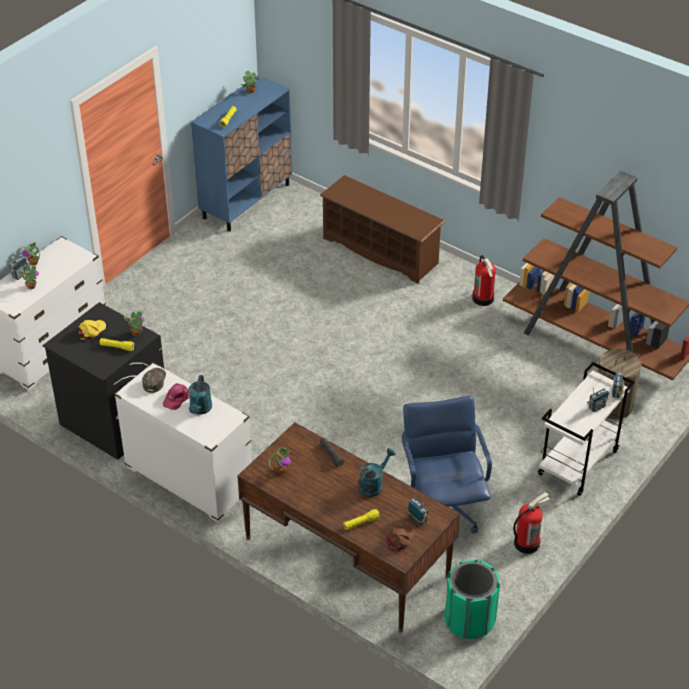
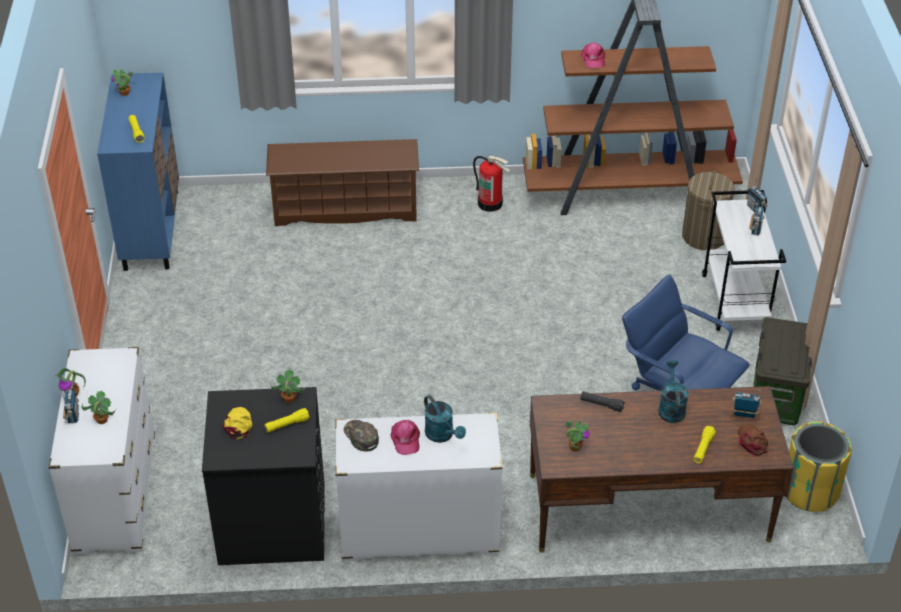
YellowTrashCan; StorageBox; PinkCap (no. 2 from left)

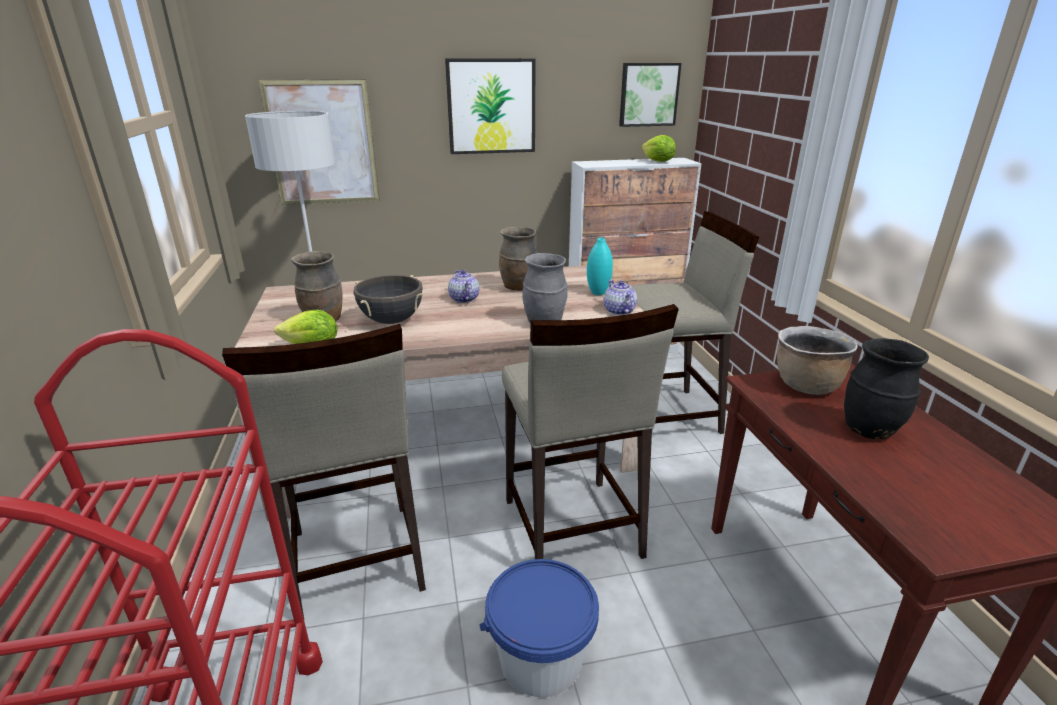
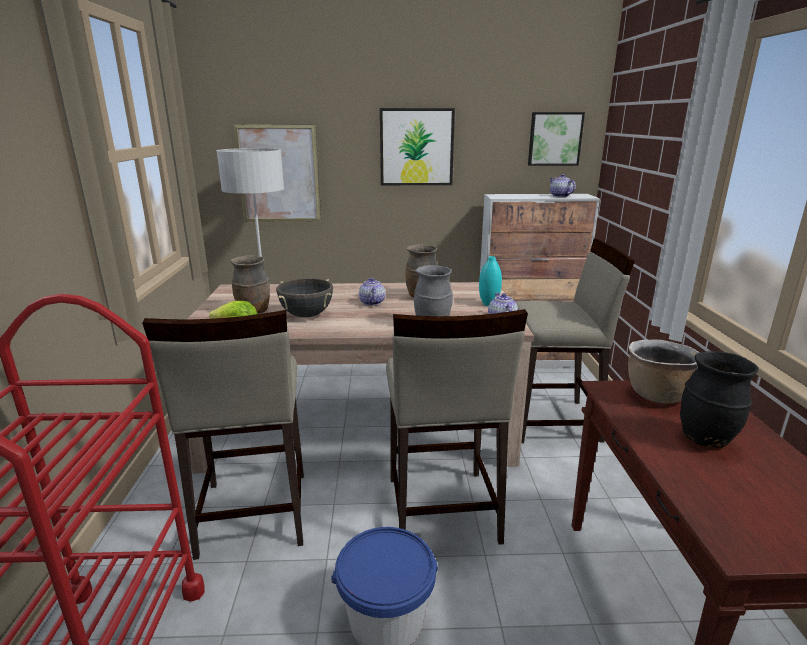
Teapot (no. 3 from left)

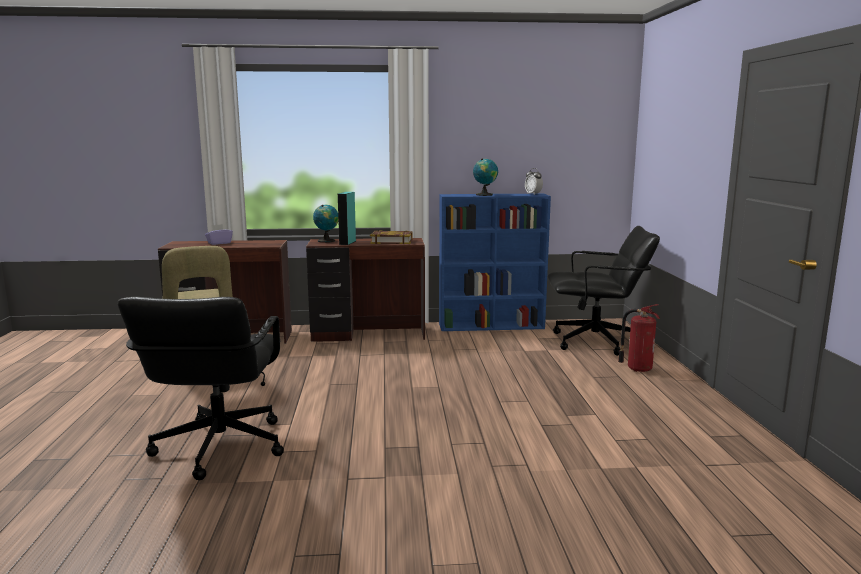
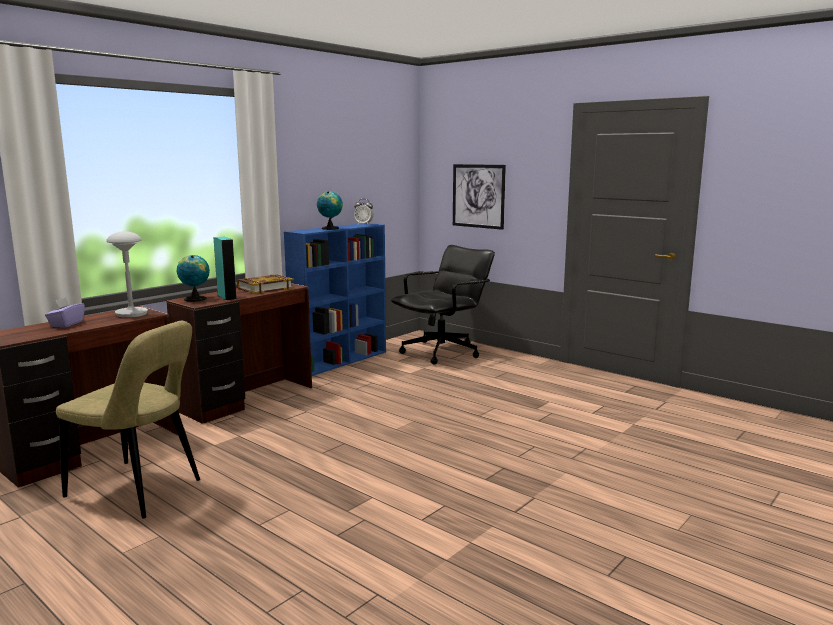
BlackOfficeChair (no. 1 from left in the first image); FireExtinguisher; GreyTableLamp; Picture

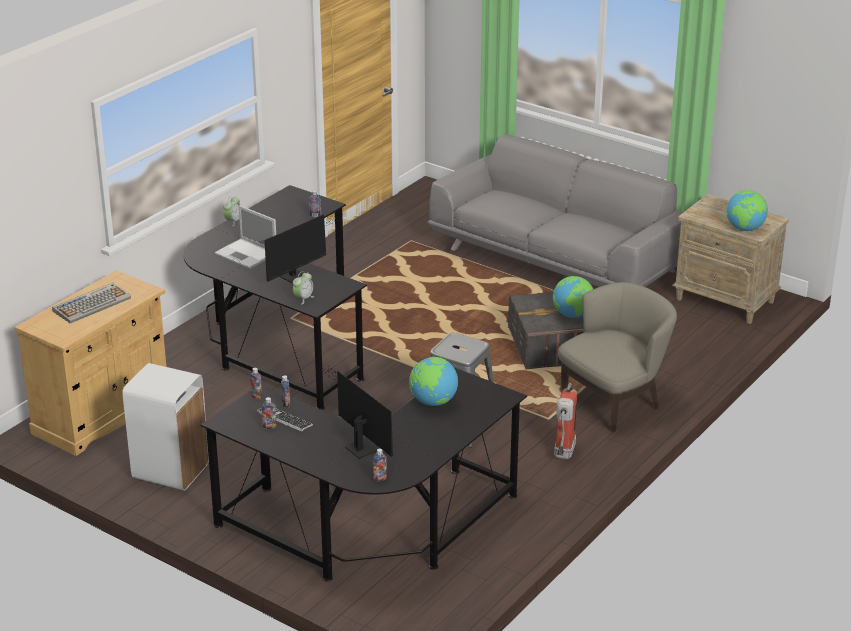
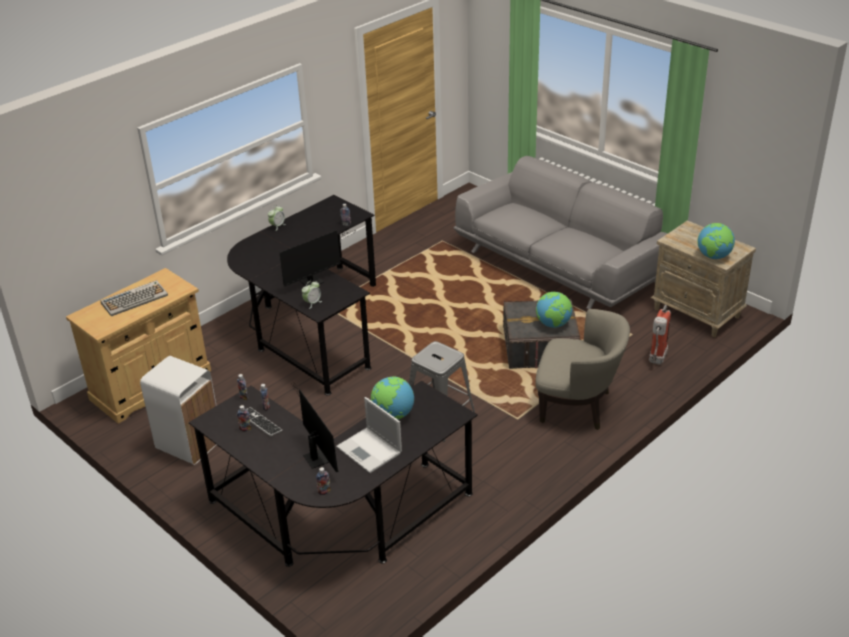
Laptop; FireExtinguisher; BeigeArmchair

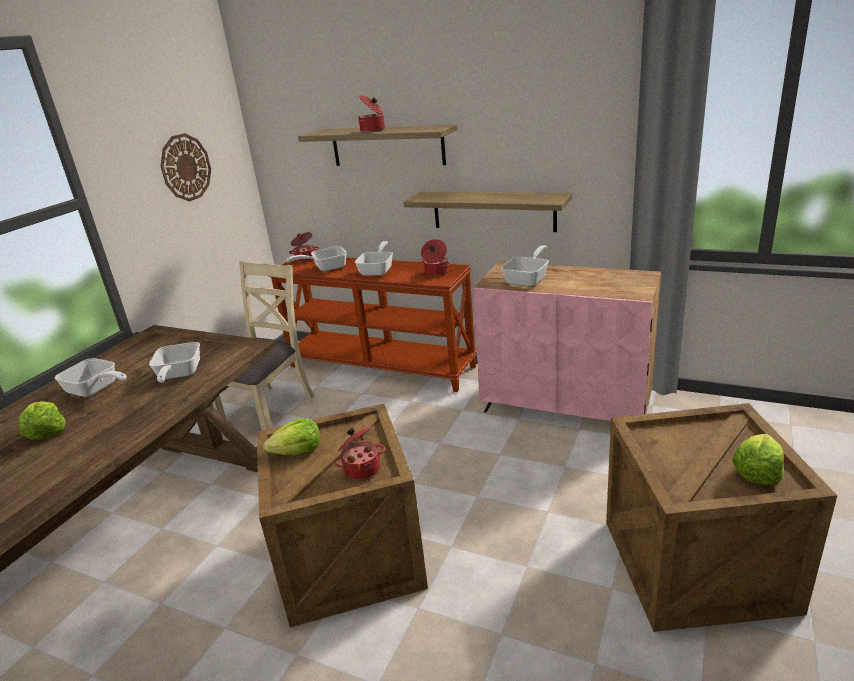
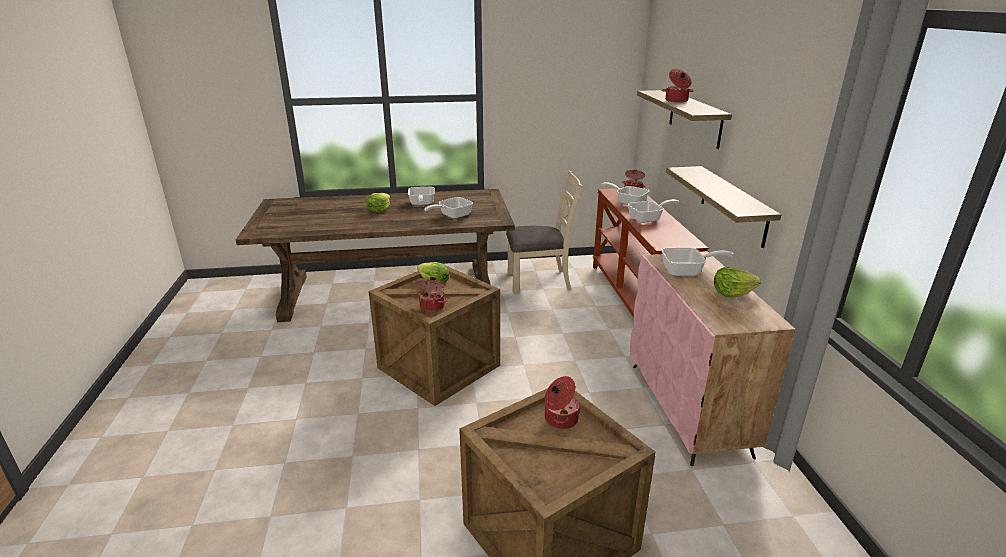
WallClock; CookingPot (no. 2 from left); Lettuce (no. 3 from left)

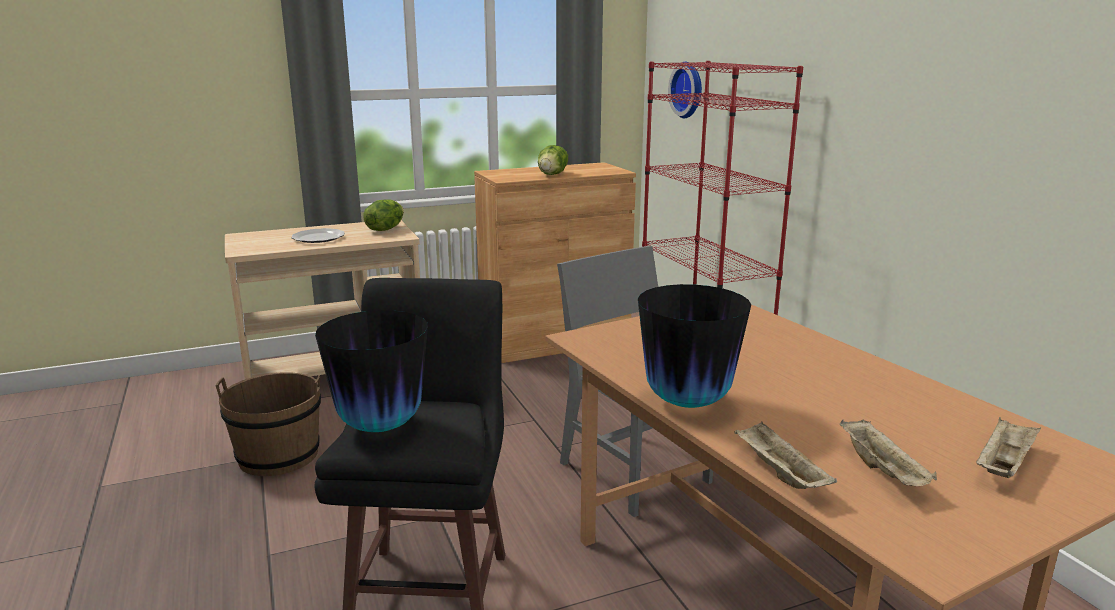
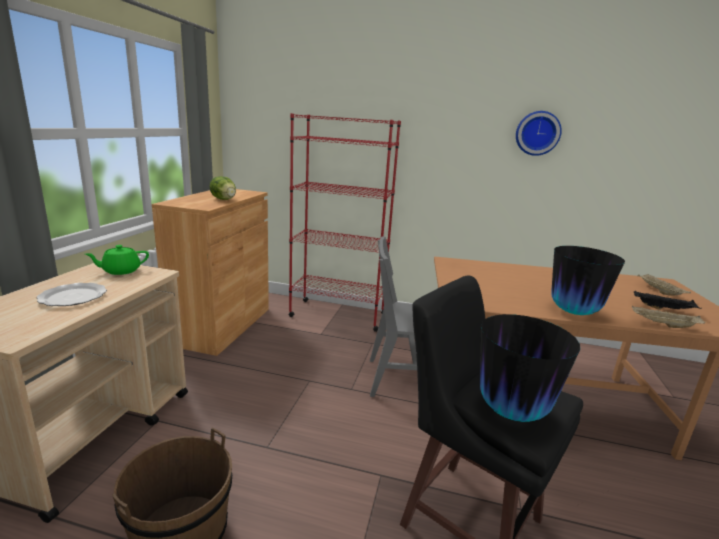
GreenTeapot; WallClock; BlackTray

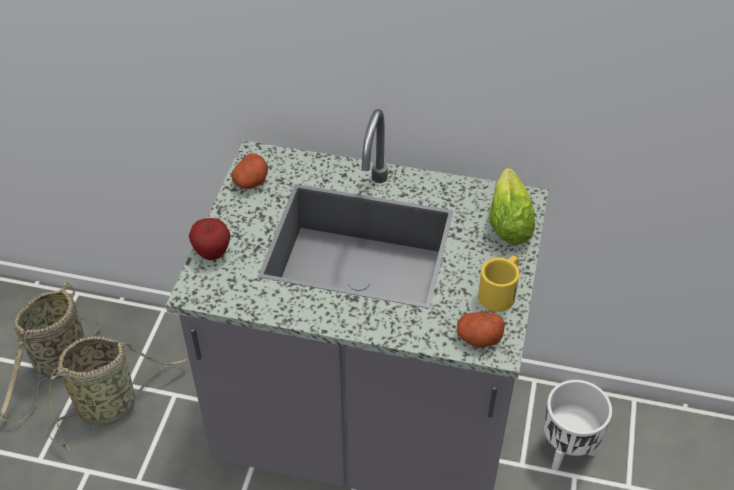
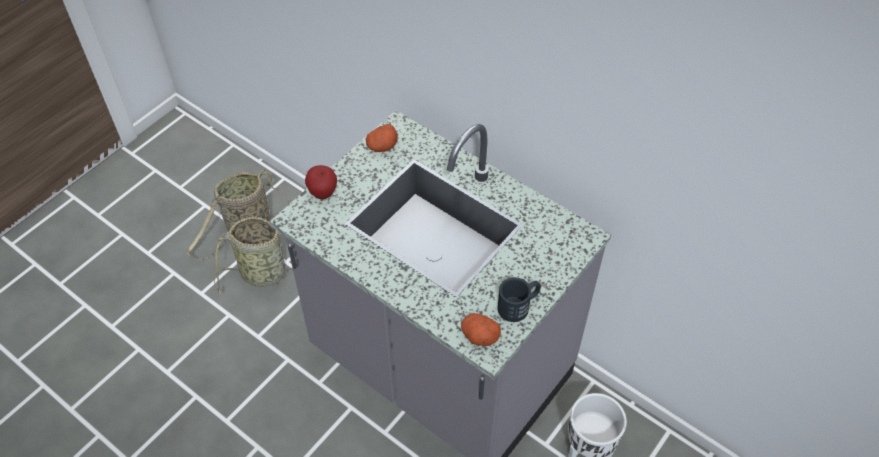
BlackMug; Lettuce

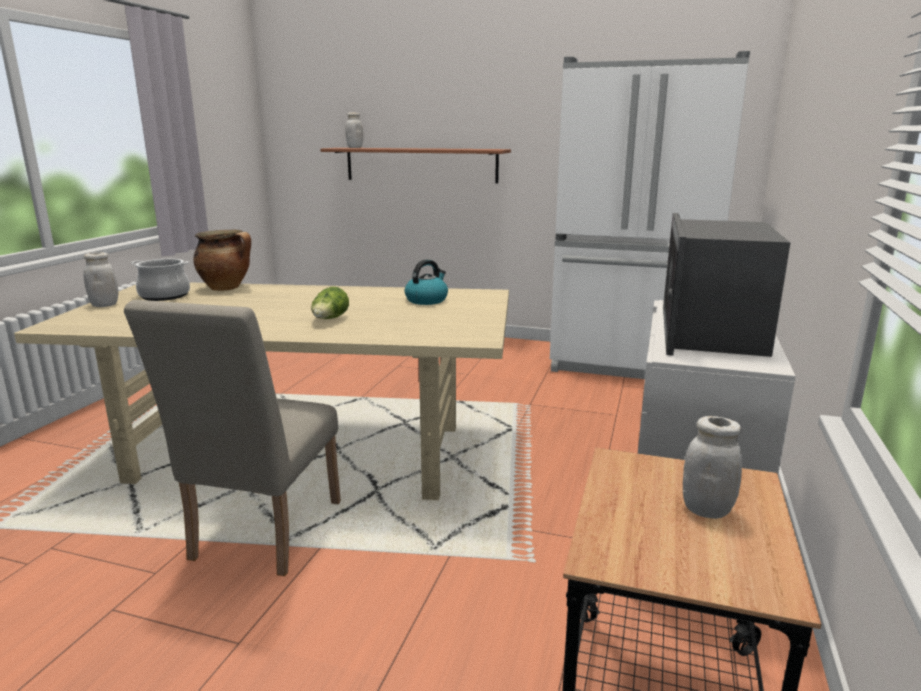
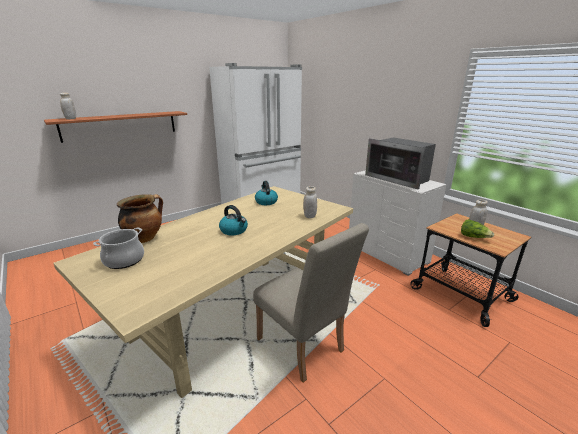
WhiteJar (no. 2 from left); Lettuce; Kettle (no. 1 from left)

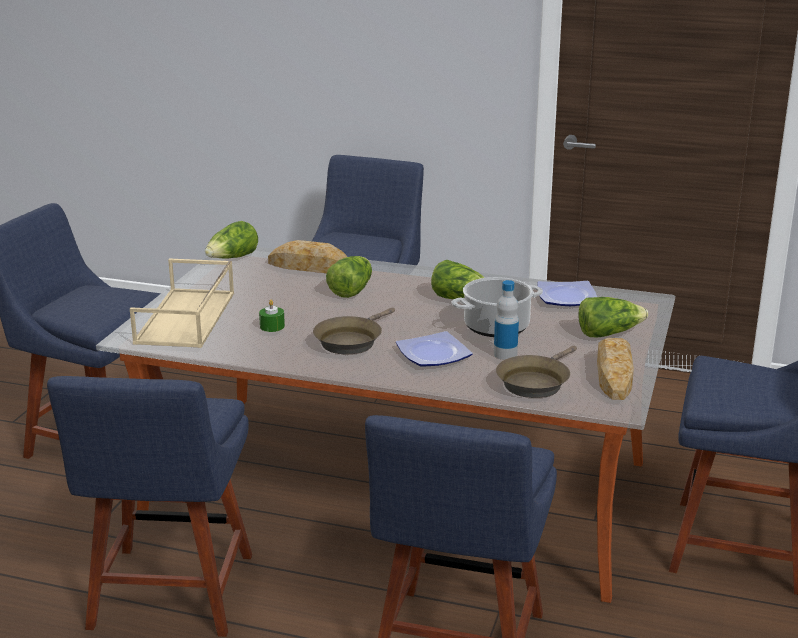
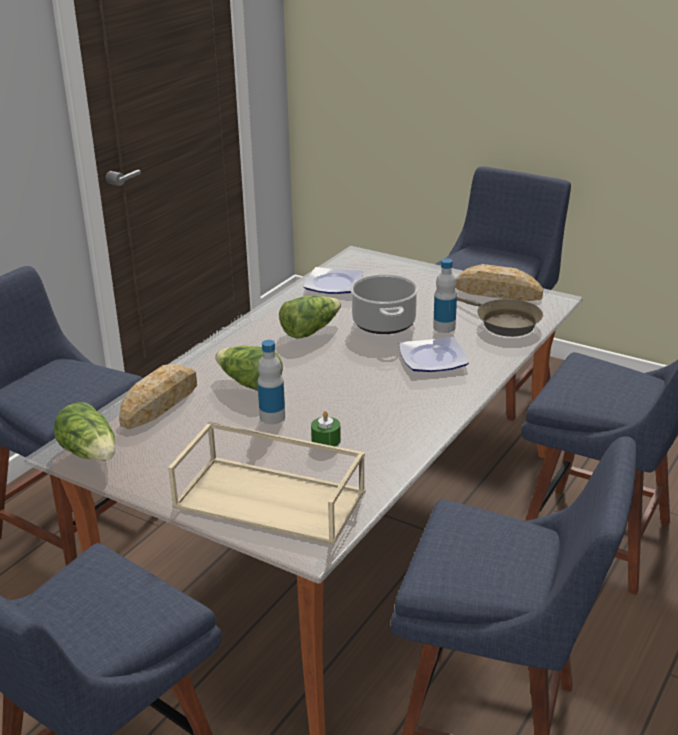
BrownFryingPan (no. 1 from left in the first image); Lettuce (no. 4 from left in the first image); Bottle (no. 1 from left)

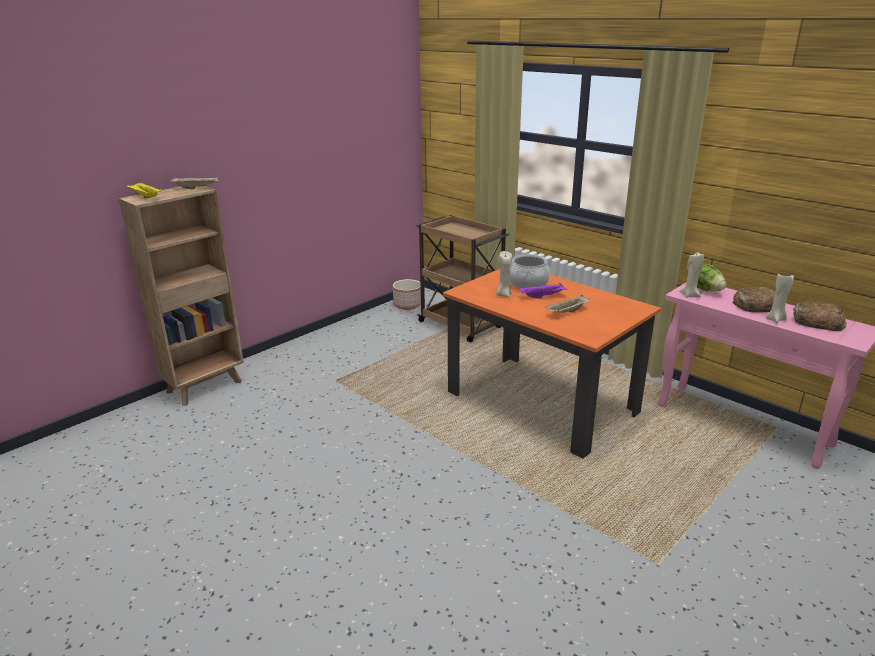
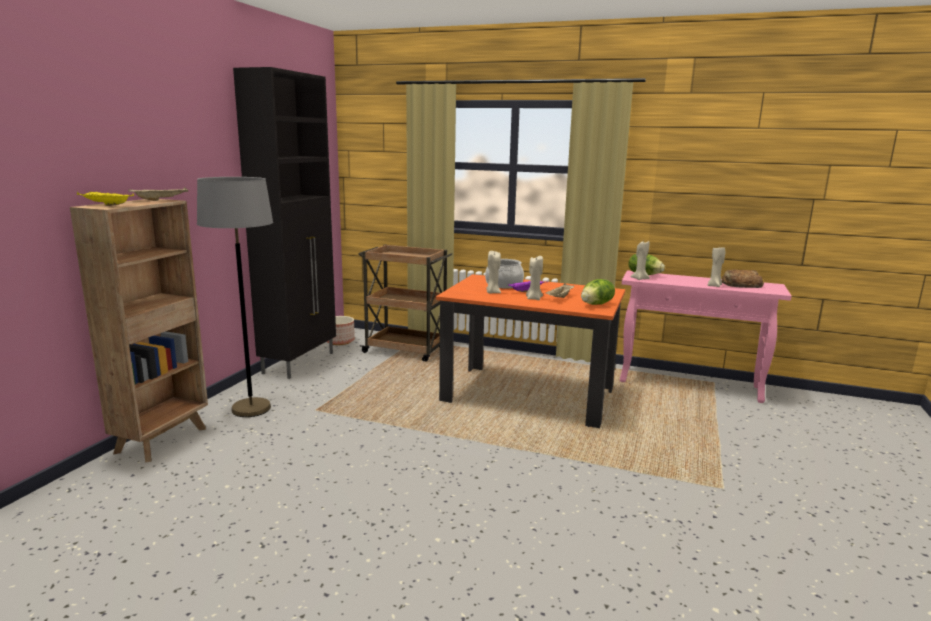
Bread (no. 1 from left in the first image); GreyFloorLamp; BlackCabinet; BeigeCandle (no. 2 from left); Lettuce (no. 1 from left)

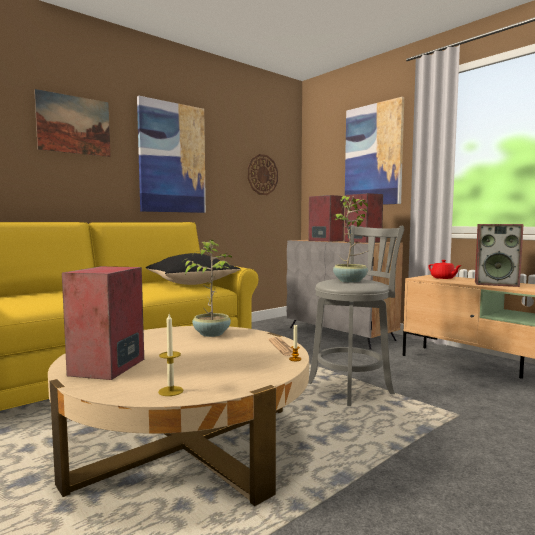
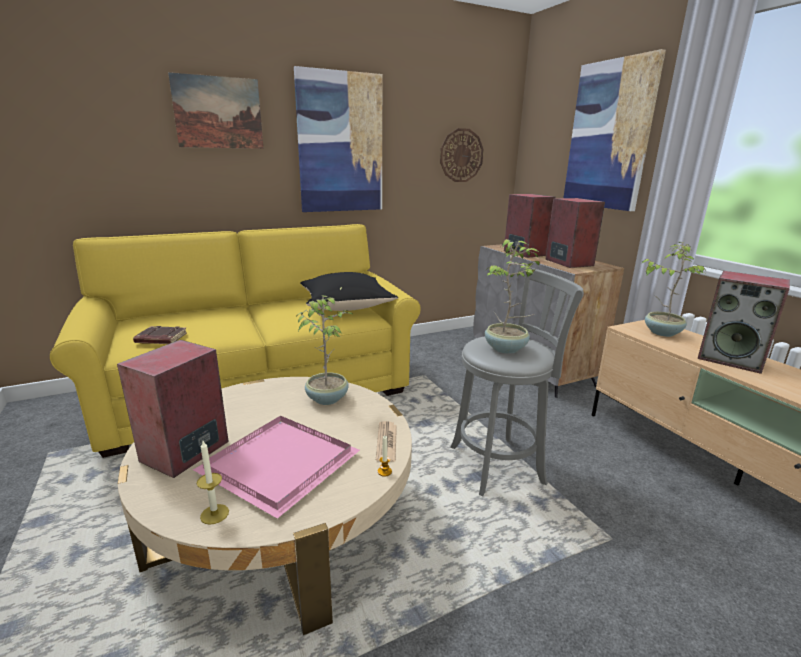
PottedPlant (no. 3 from left); BrownBook; PinkTray

